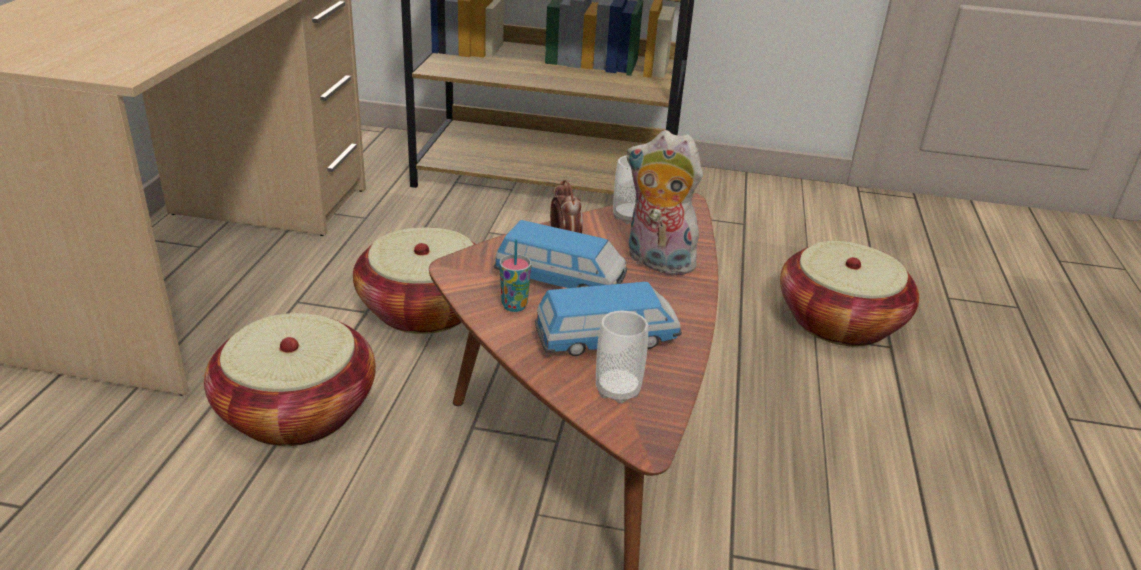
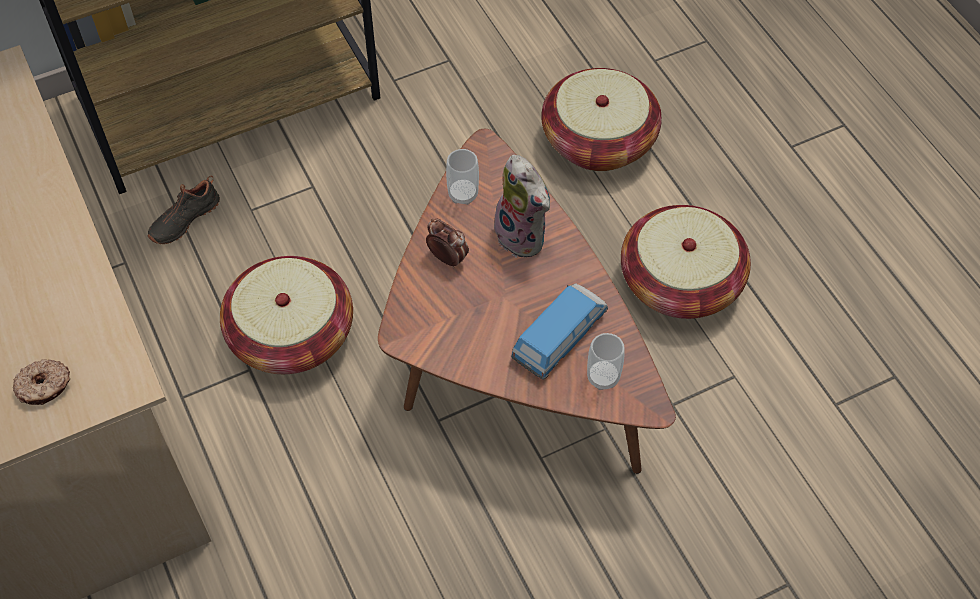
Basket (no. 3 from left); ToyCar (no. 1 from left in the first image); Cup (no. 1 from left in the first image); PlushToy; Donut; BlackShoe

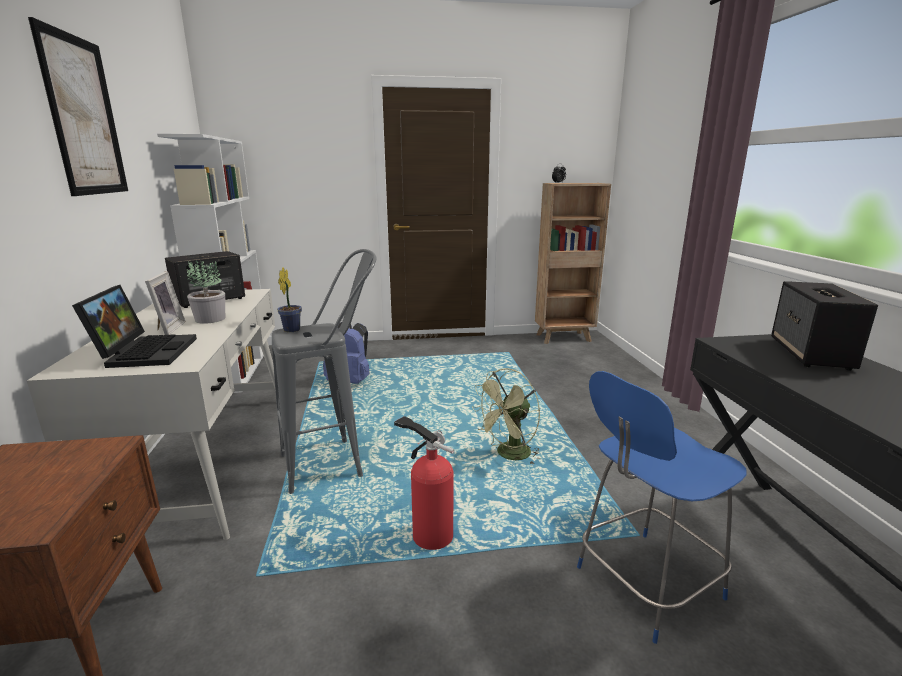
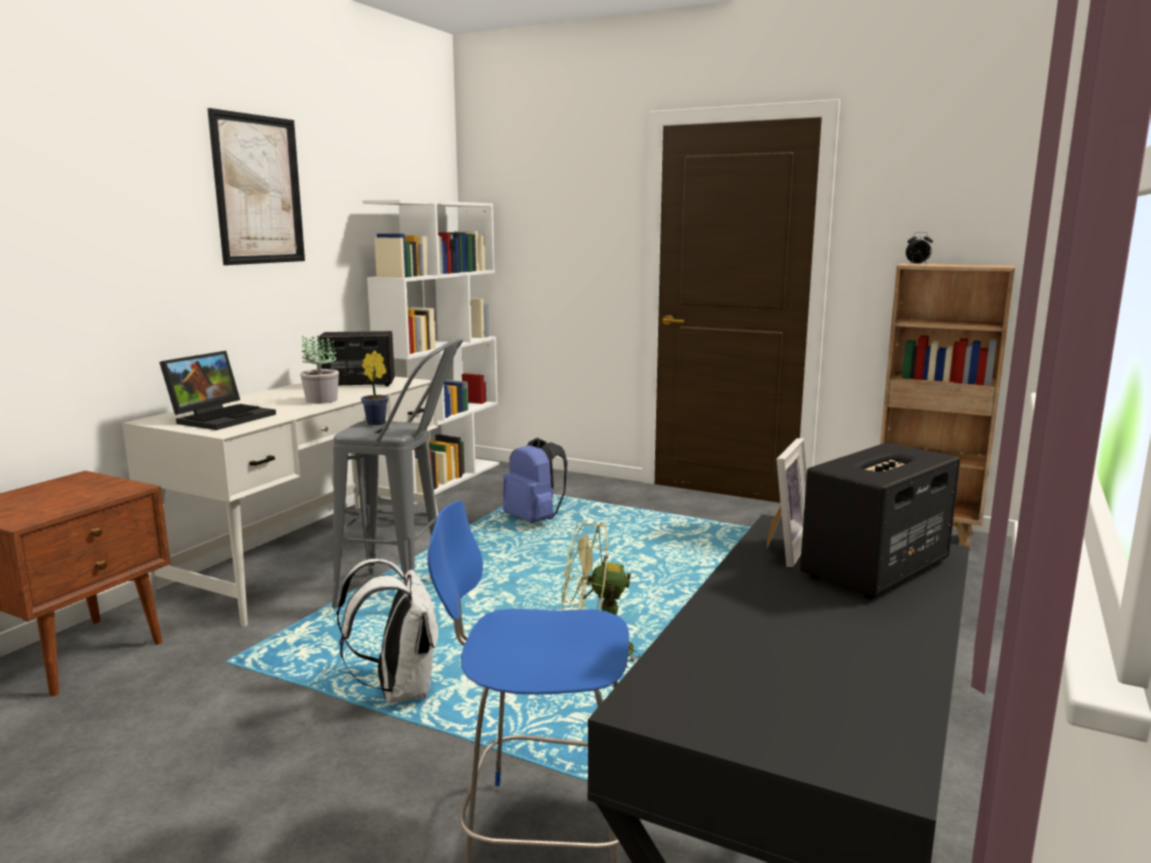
PictureFrame; WhiteBackpack

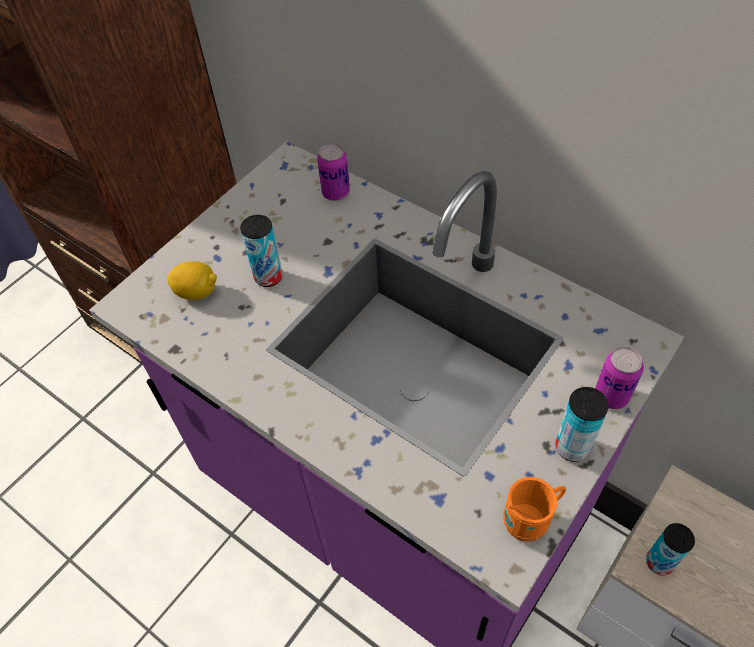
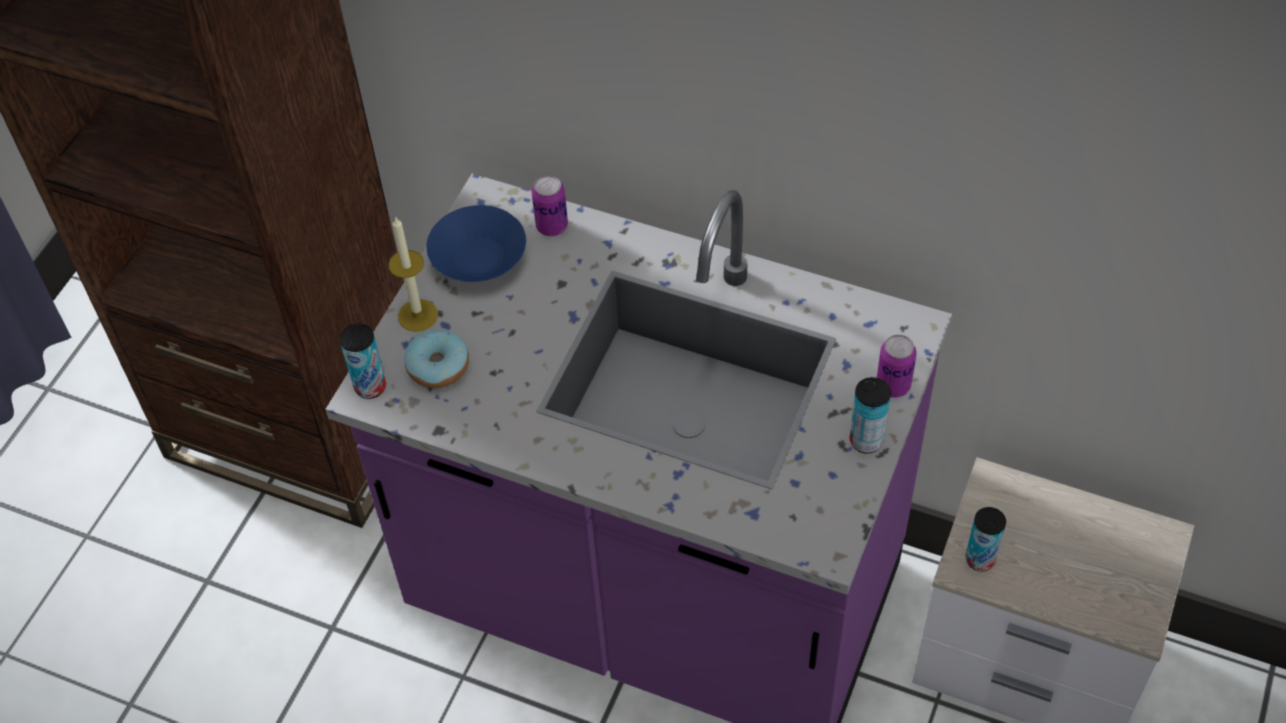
Donut; Can (no. 1 from left); OrangeMug; Candle; BlueBowl

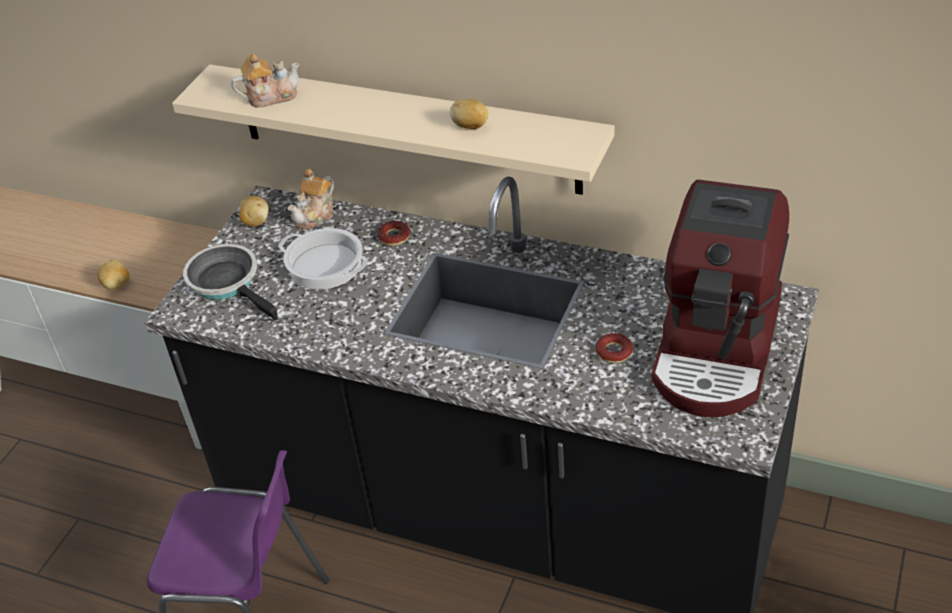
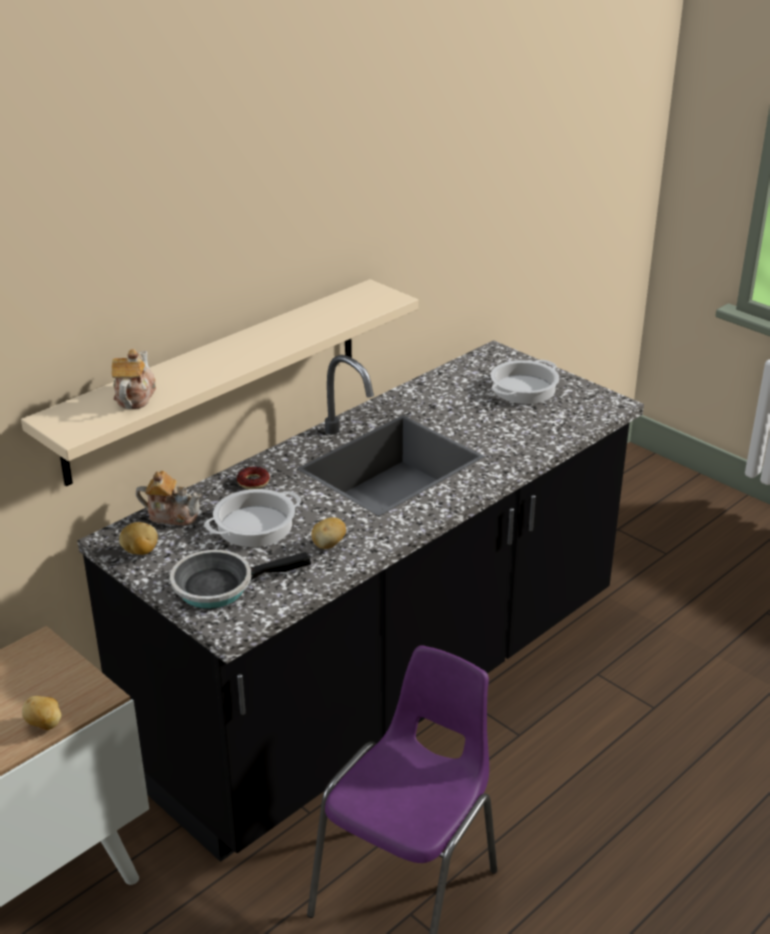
Teapot (no. 2 from left); Potato (no. 3 from left); Donut (no. 2 from left in the first image); CookingPot (no. 2 from left)

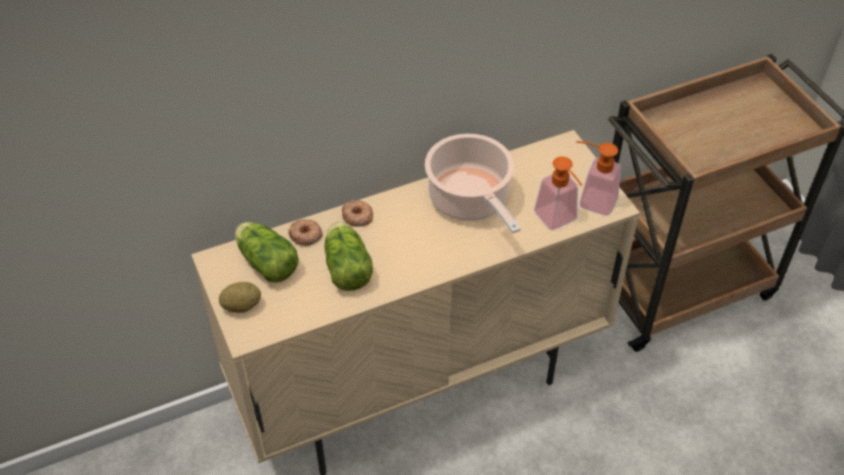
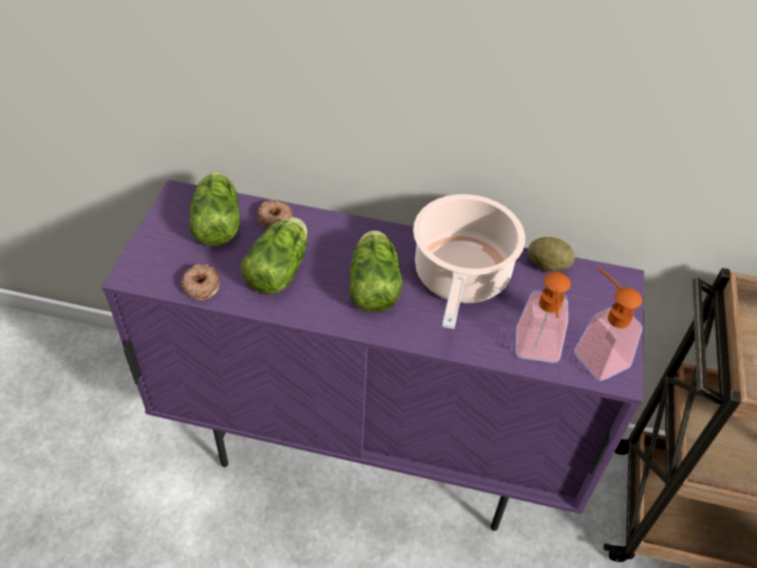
PurpleCabinet; Potato; Donut (no. 1 from left); Lettuce (no. 3 from left)

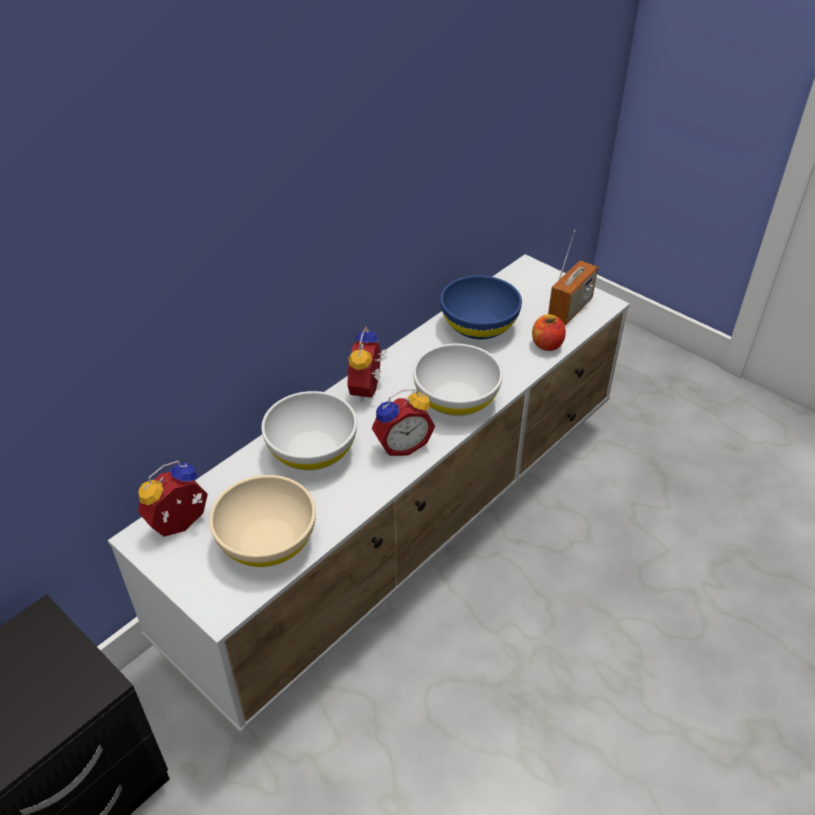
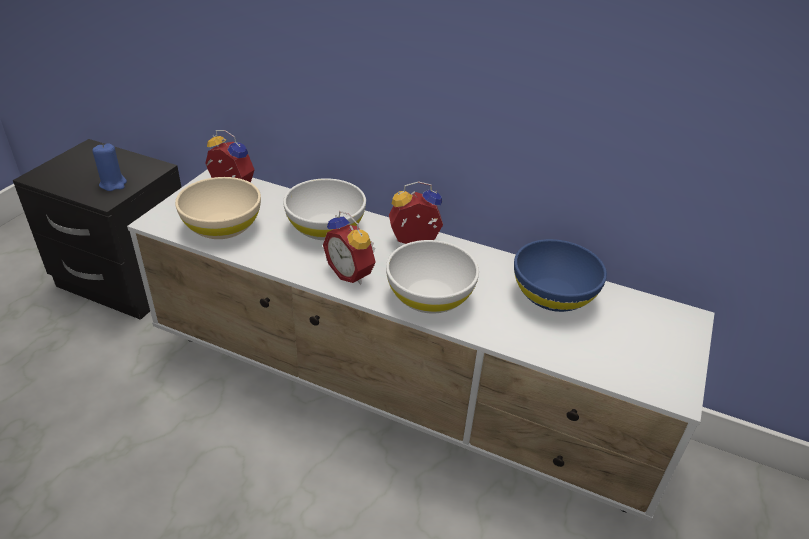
Apple; Radio; BlueCandle

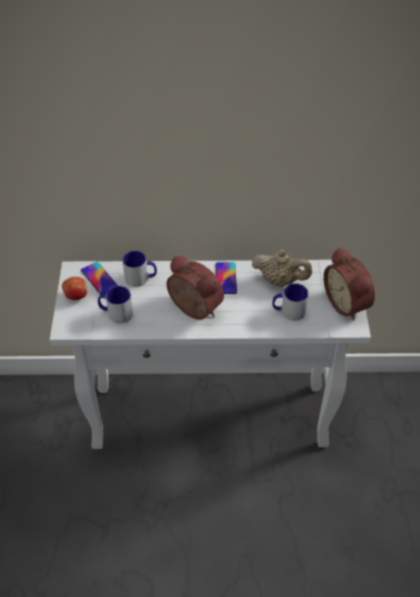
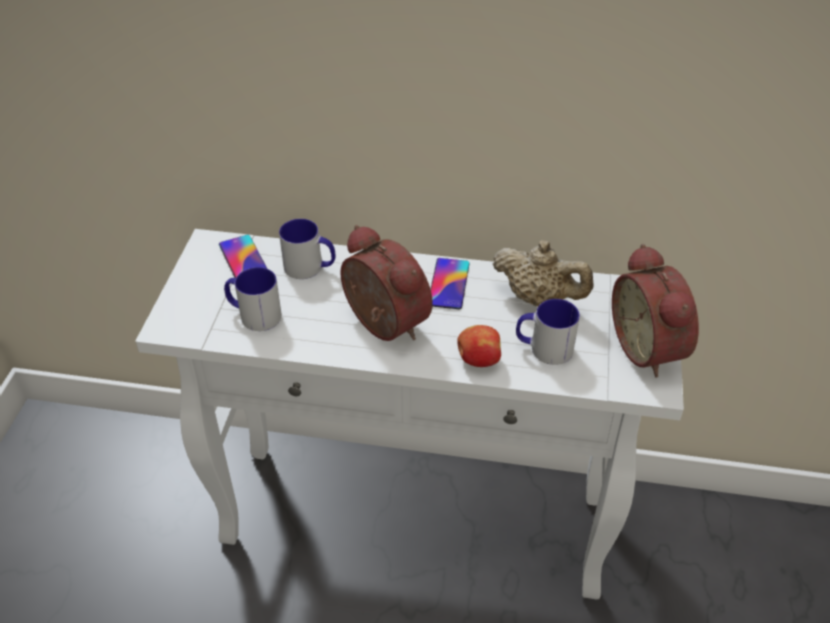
Apple

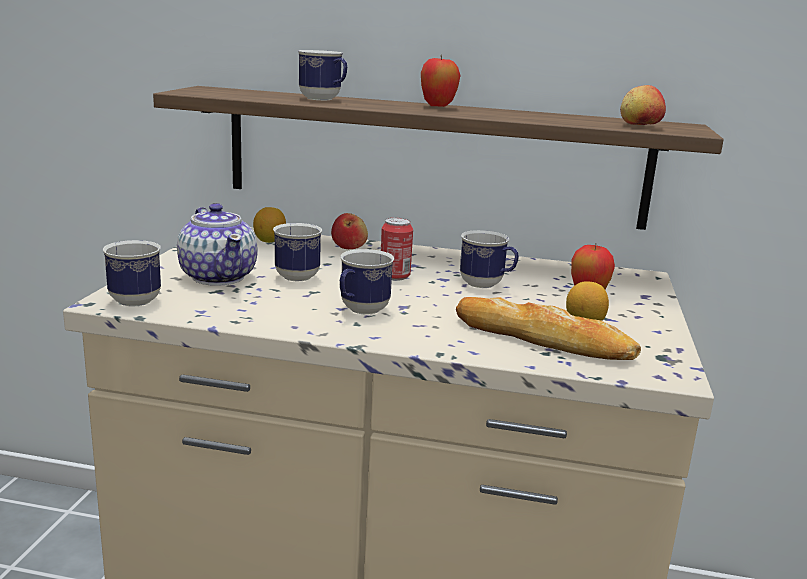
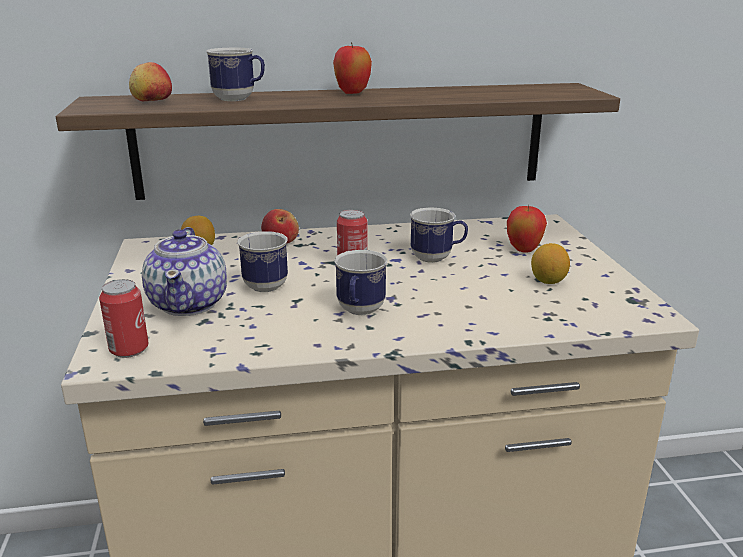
Can (no. 1 from left); Teapot; Bread; Apple (no. 1 from left)

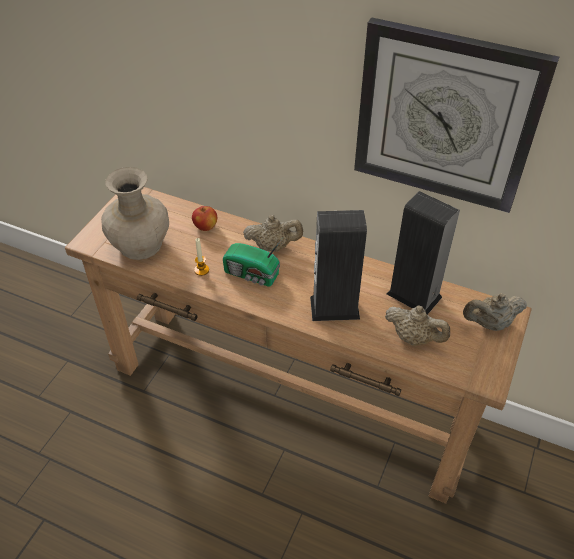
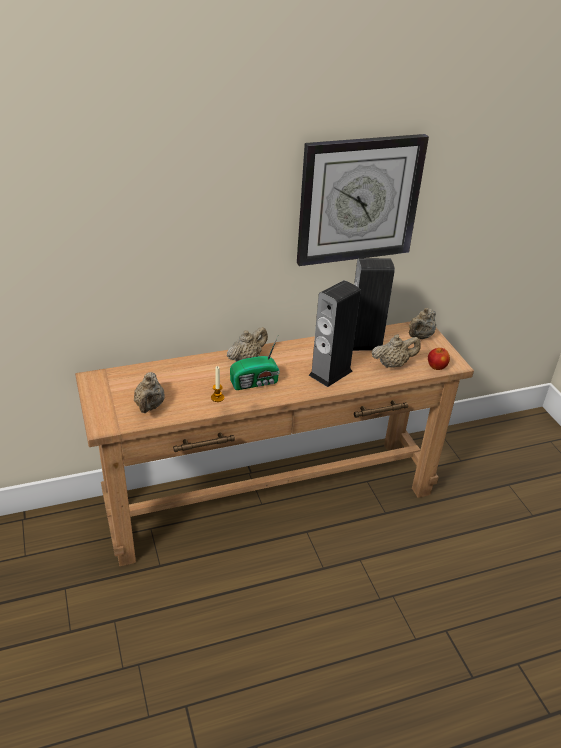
BeigeTeapot (no. 1 from left); Apple

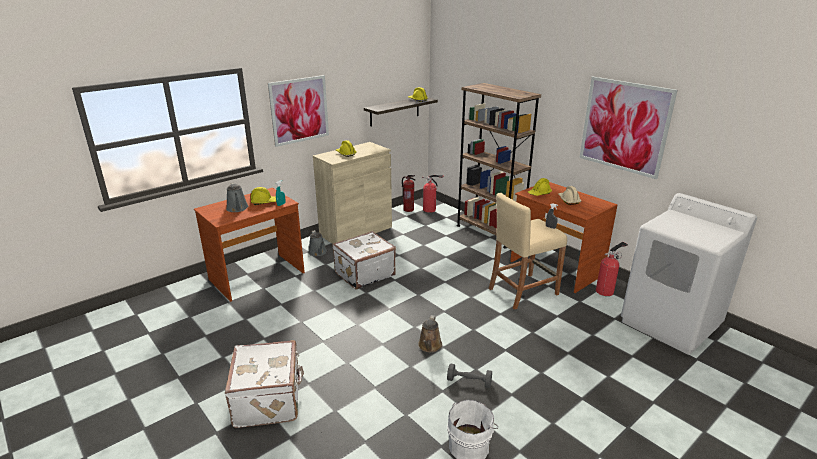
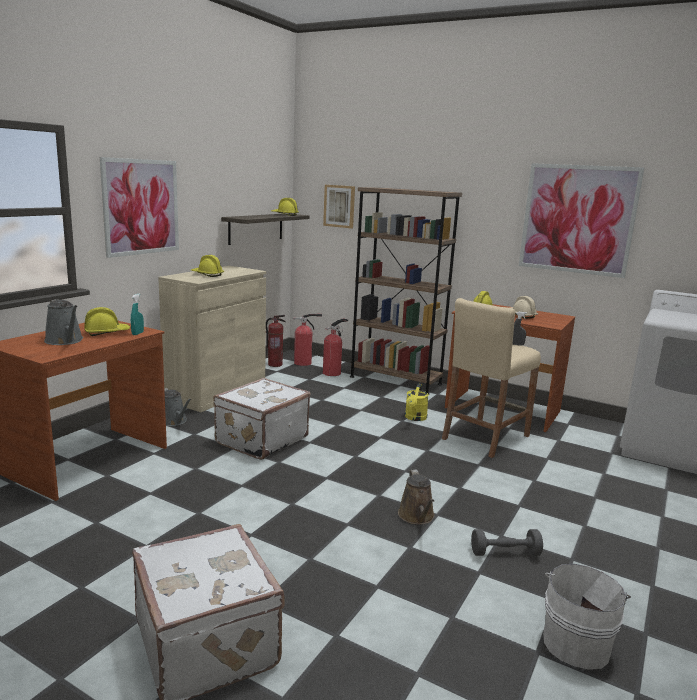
FireExtinguisher (no. 3 from left); Picture (no. 2 from left); YellowWateringCan

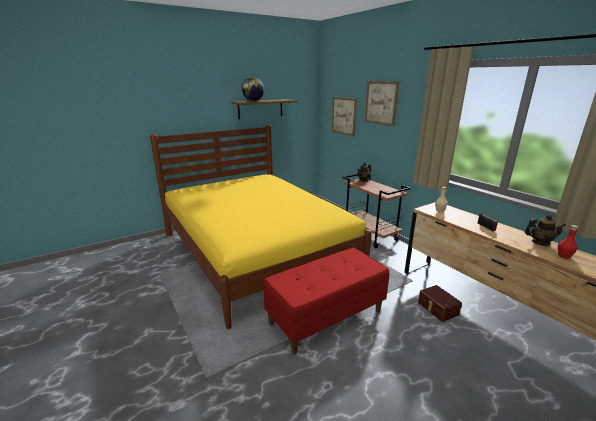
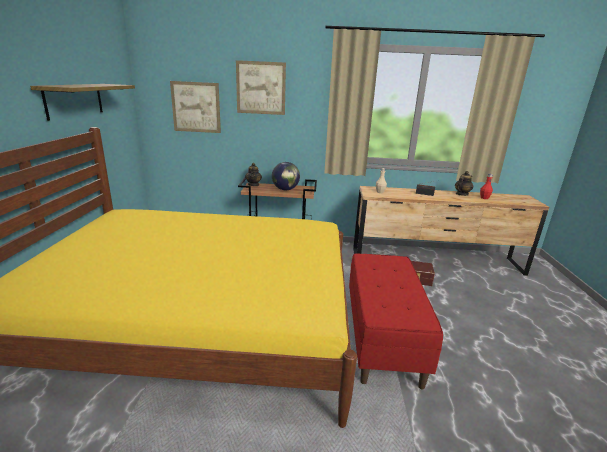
Globe

